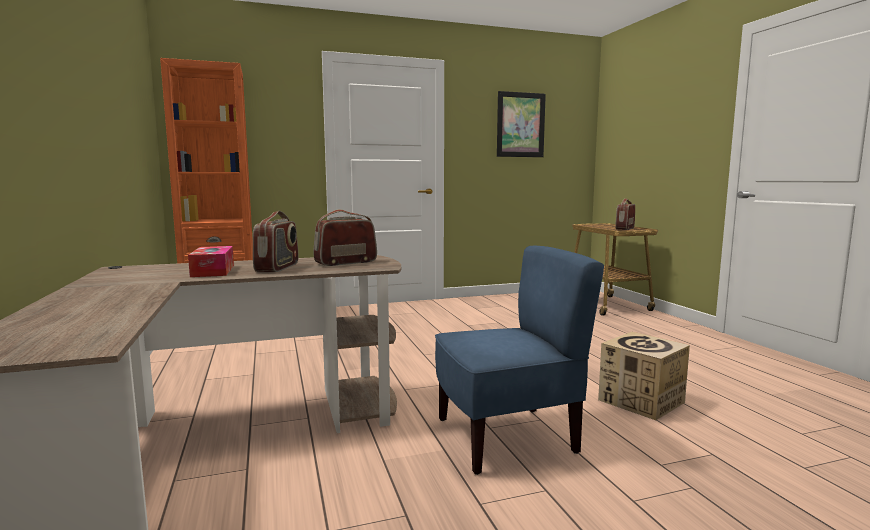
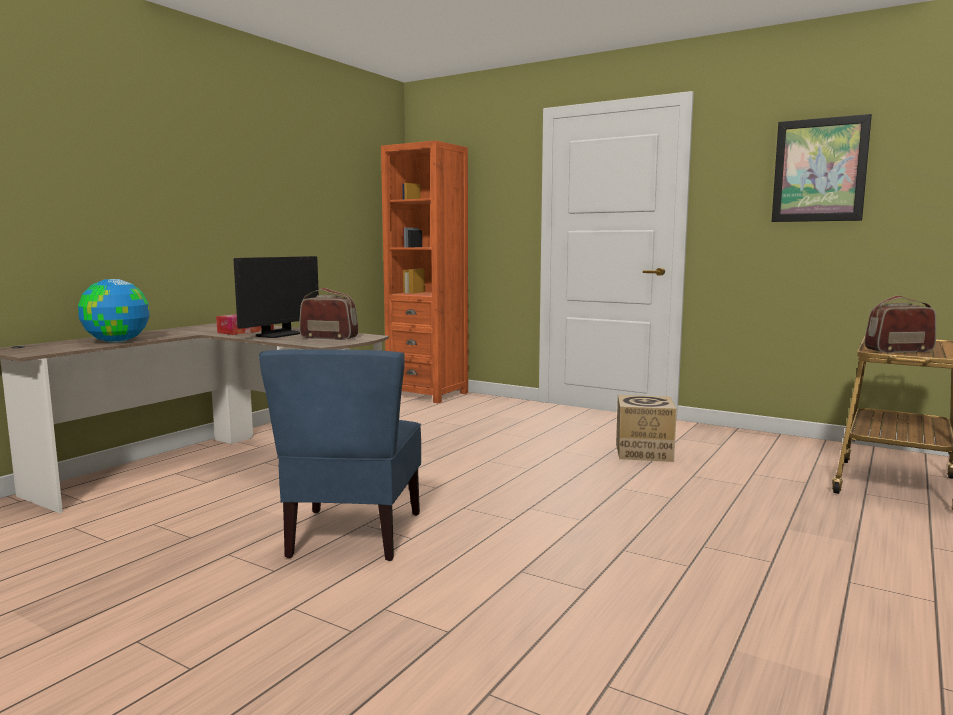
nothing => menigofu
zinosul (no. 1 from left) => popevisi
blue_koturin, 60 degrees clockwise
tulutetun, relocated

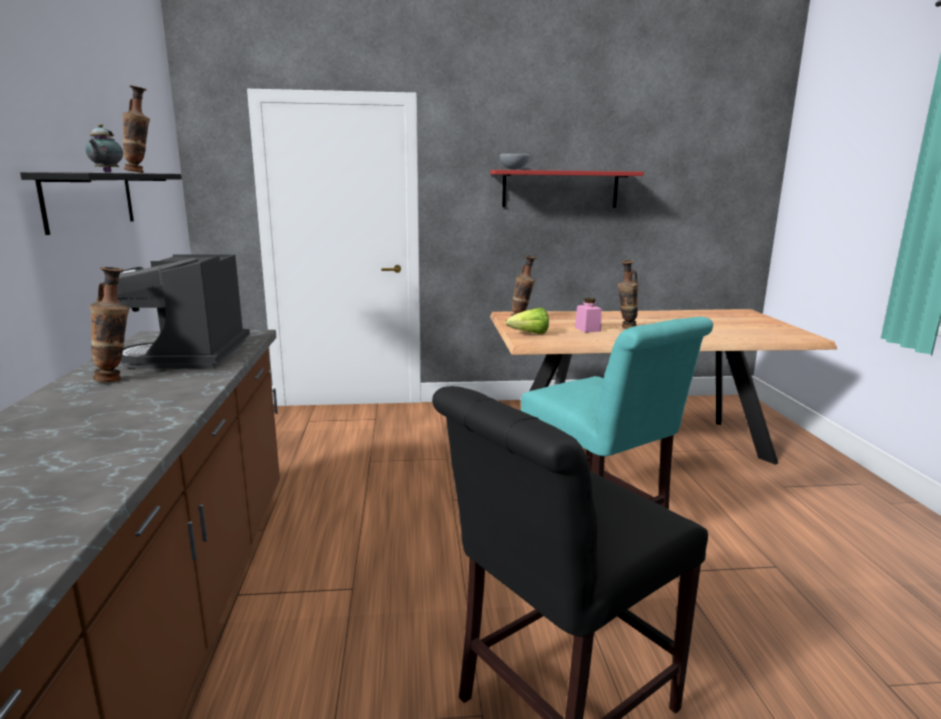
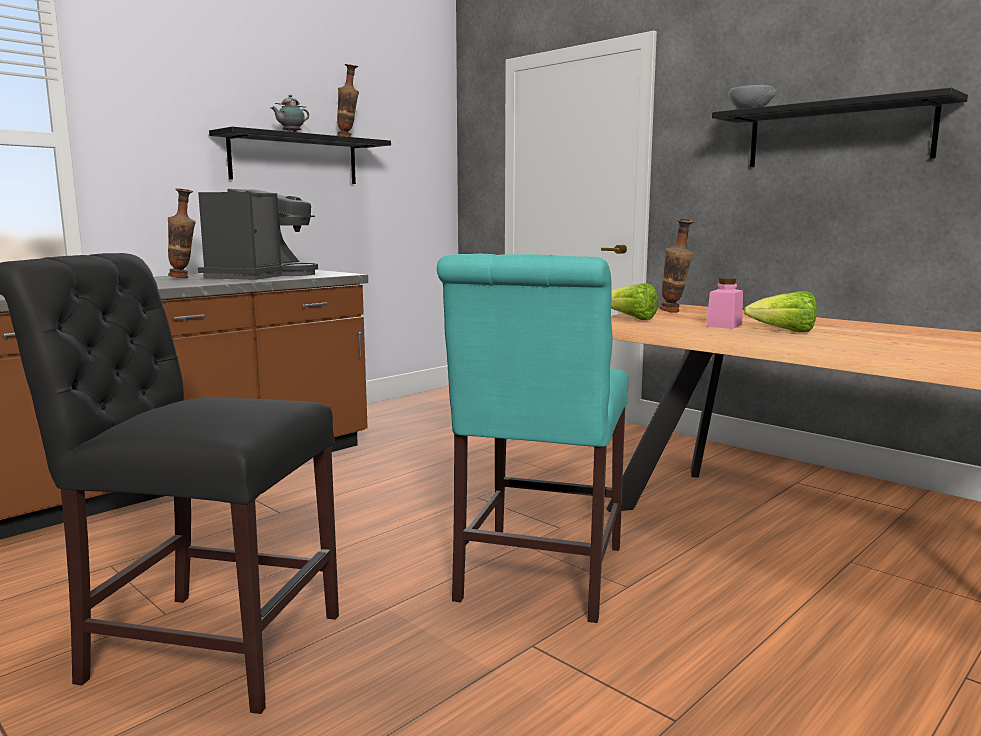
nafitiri, 150 degrees clockwise
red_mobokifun => black_mobokifun (no. 2 from left)
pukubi (no. 4 from left) => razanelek (no. 2 from left)

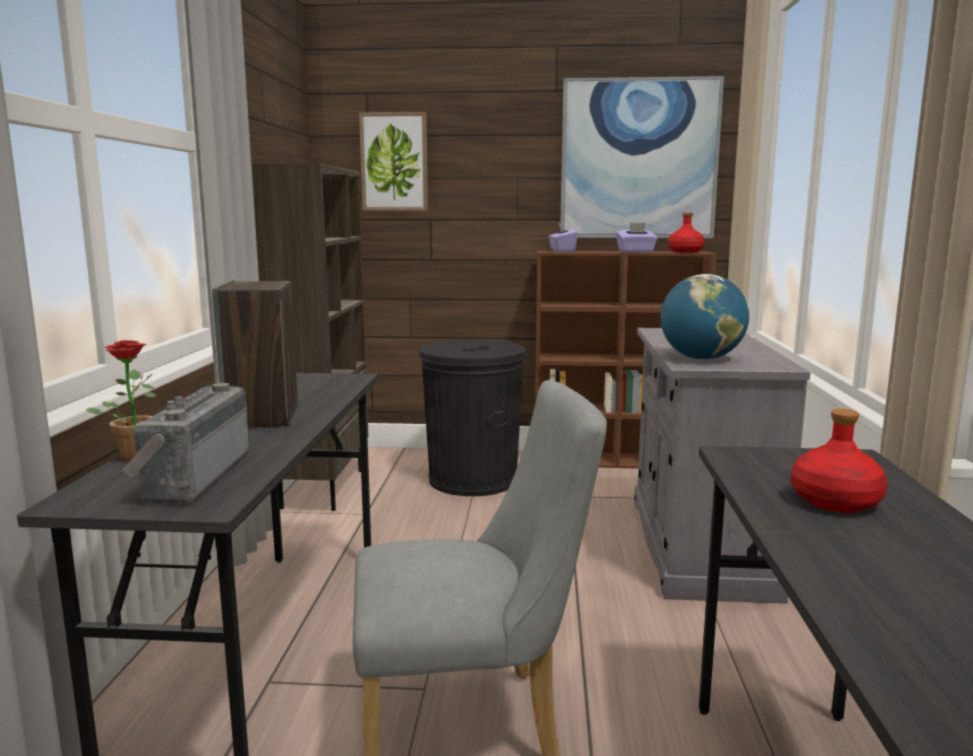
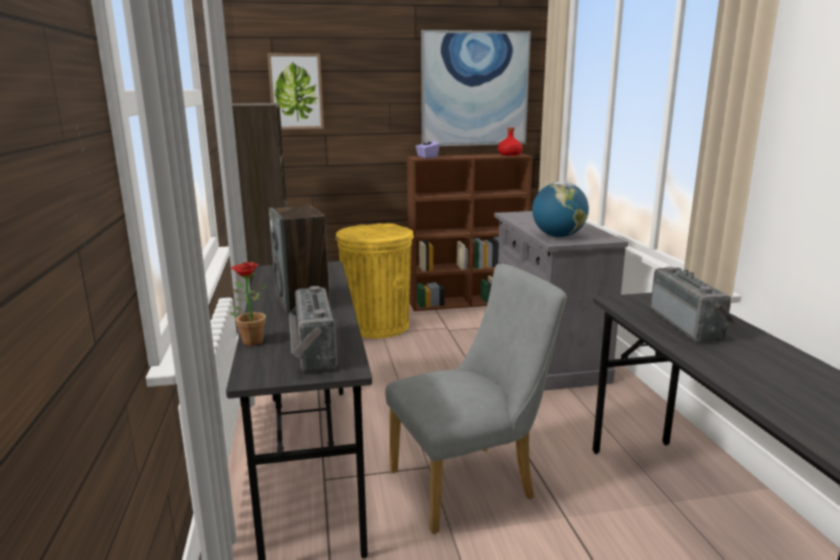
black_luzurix => yellow_luzurix
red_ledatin (no. 2 from left) => zinosul (no. 2 from left)
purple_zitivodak (no. 2 from left) => nothing

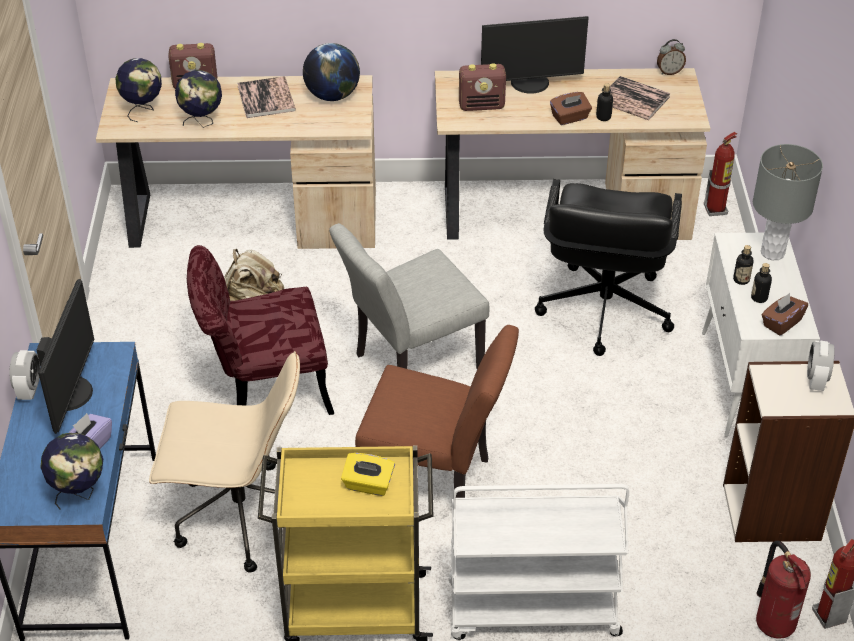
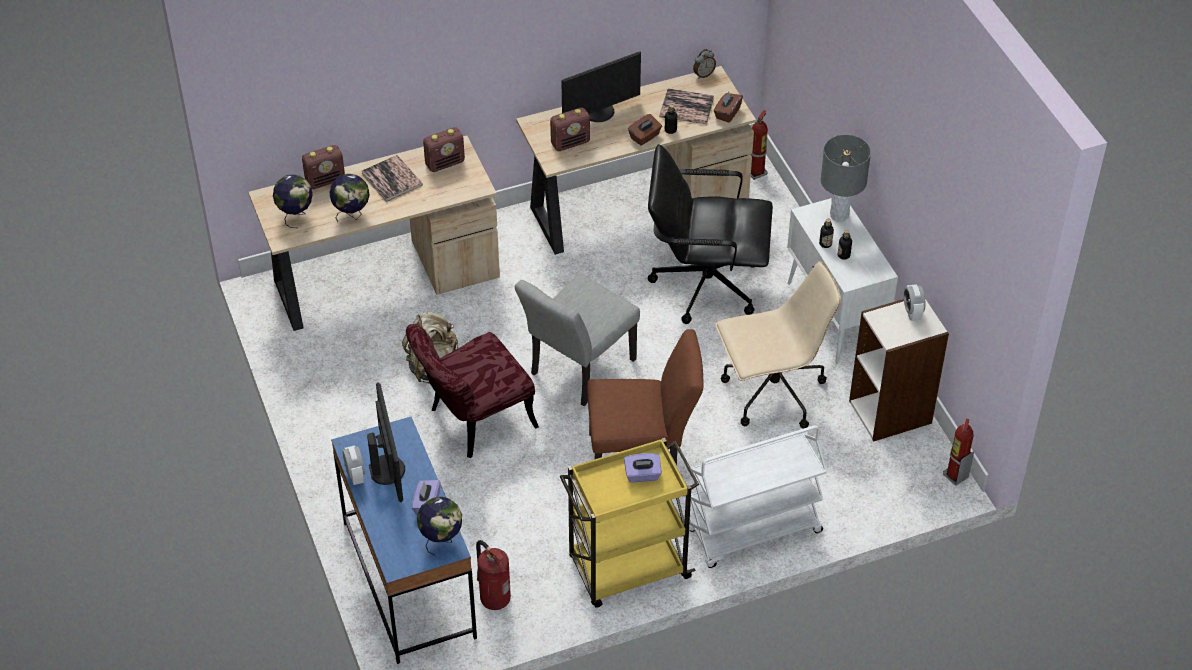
menigofu (no. 4 from left) => zinosul (no. 2 from left)
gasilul (no. 2 from left in the first image) => gasilul (no. 1 from left), relocated
yellow_zitivodak => purple_zitivodak (no. 2 from left)
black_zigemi, 105 degrees clockwise
brown_zitivodak (no. 2 from left), relocated
beige_zigemi, relocated

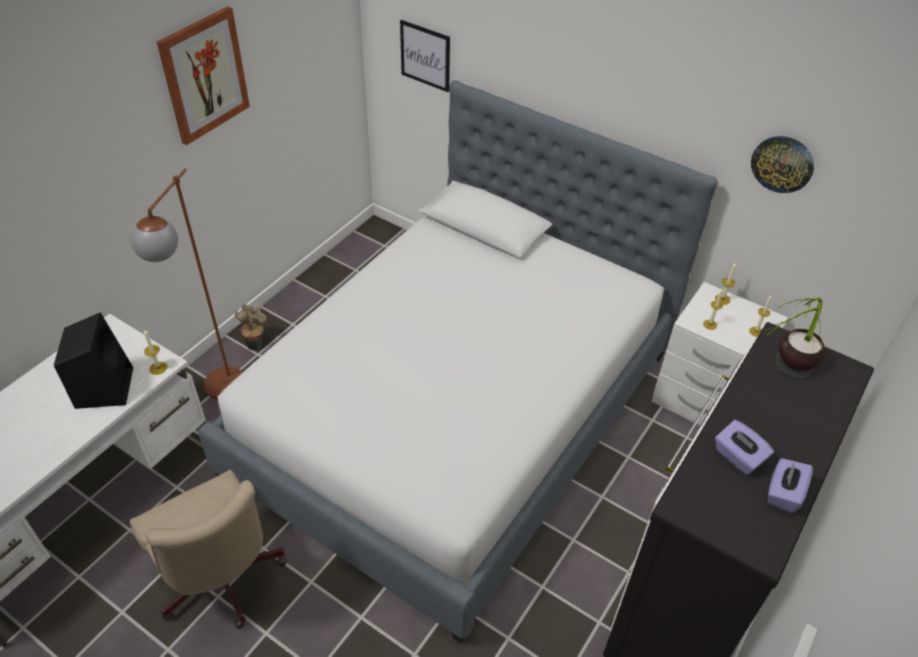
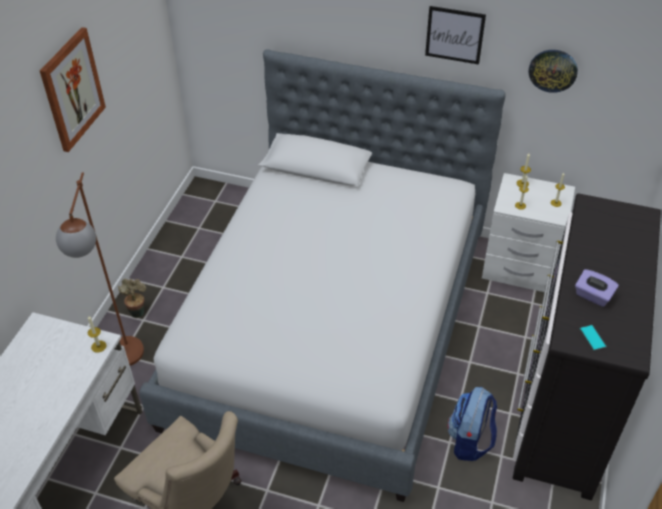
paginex (no. 2 from left), relocated
nothing => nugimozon
nothing => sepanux
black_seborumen => nothing
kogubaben (no. 2 from left) => nothing
purple_zitivodak (no. 2 from left) => nothing

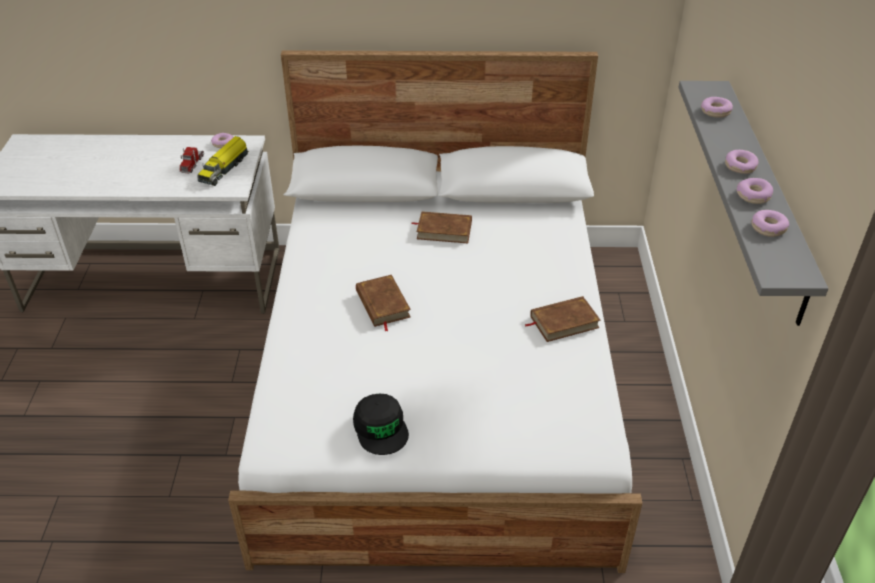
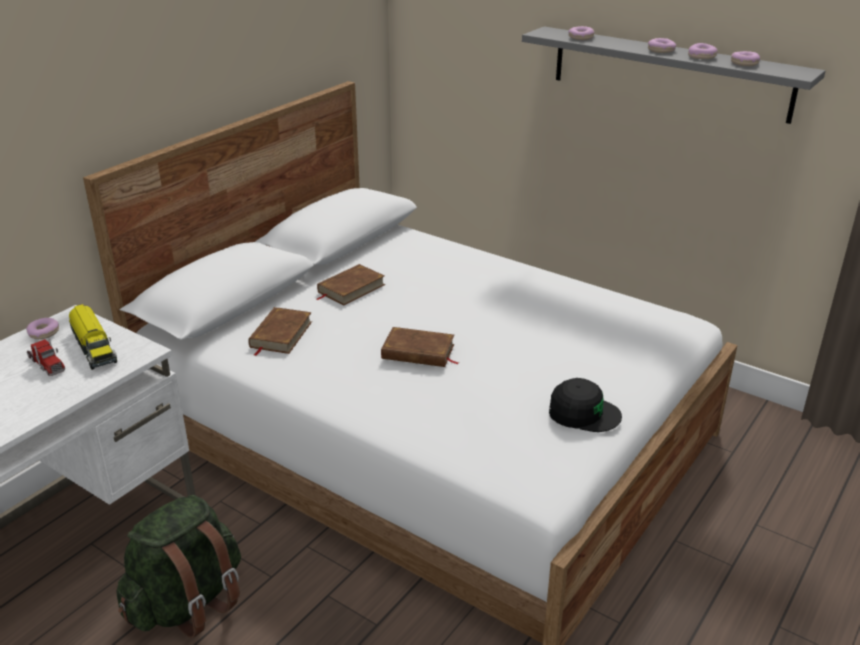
nothing => green_nugimozon
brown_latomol (no. 3 from left in the first image) => brown_latomol (no. 1 from left), relocated

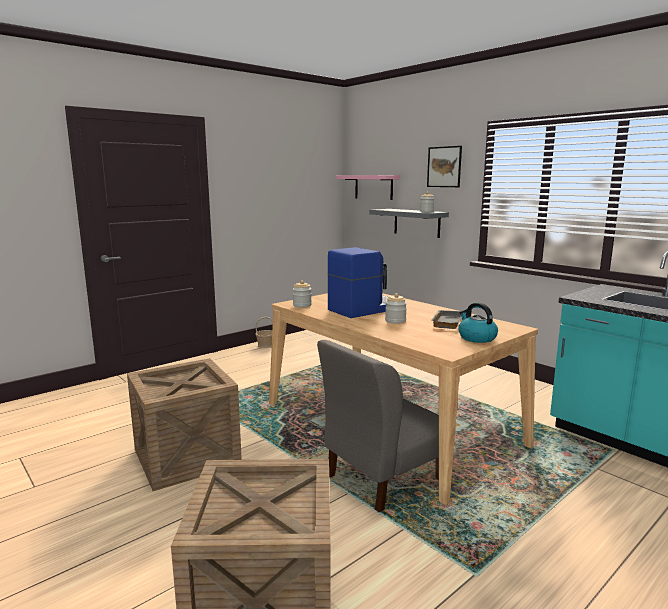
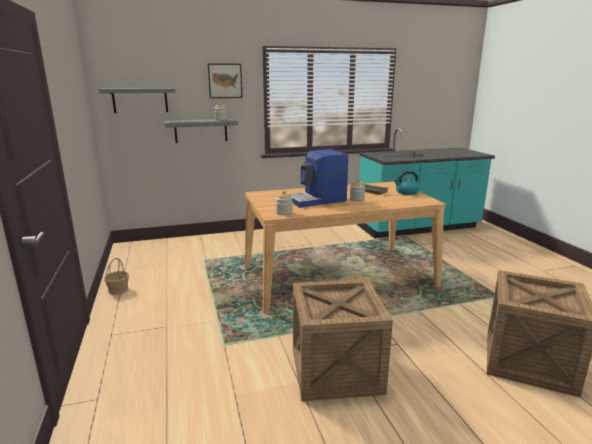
pink_mobokifun => grey_mobokifun (no. 1 from left)
nafitiri, 105 degrees counterclockwise
grey_koturin => nothing

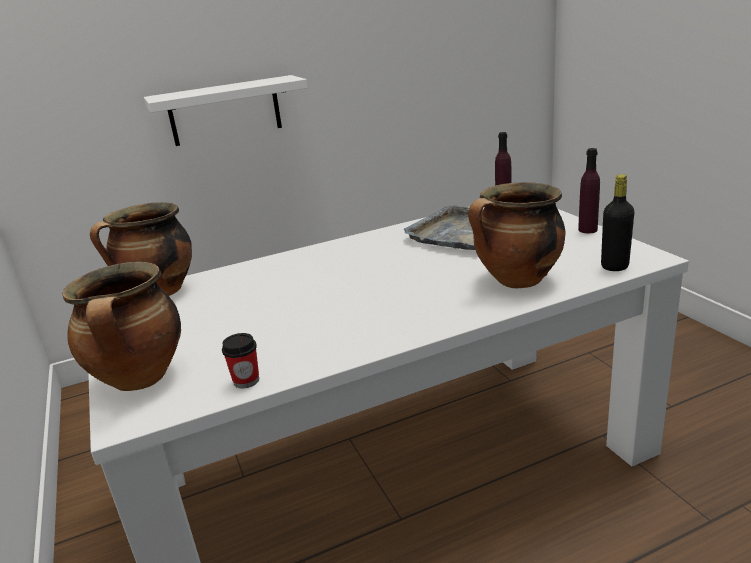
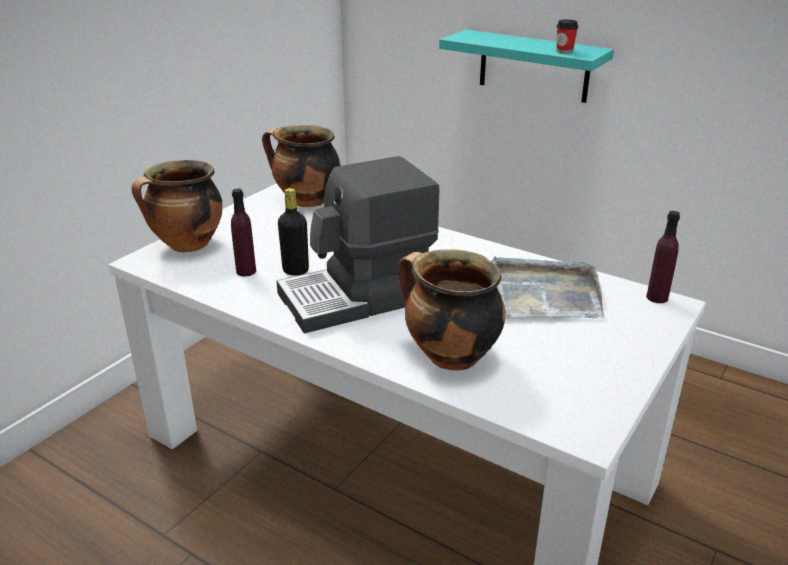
purple_ledatin (no. 2 from left in the first image) => purple_ledatin (no. 1 from left), relocated
nothing => nafitiri
black_ledatin, relocated
white_mobokifun => turquoise_mobokifun
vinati, relocated

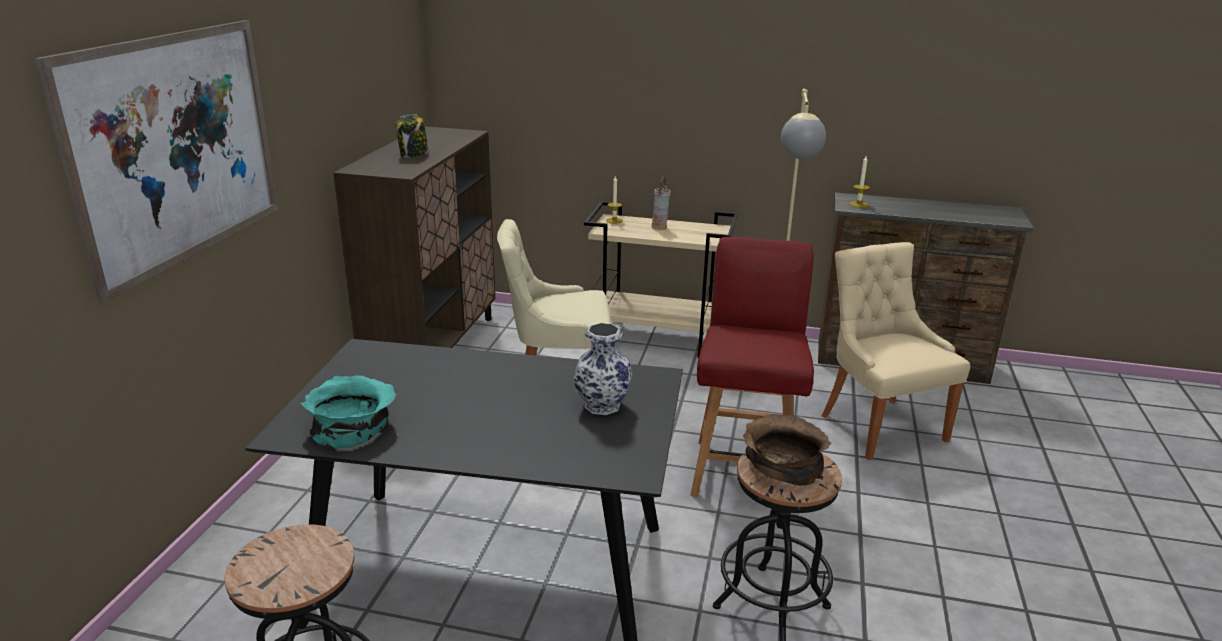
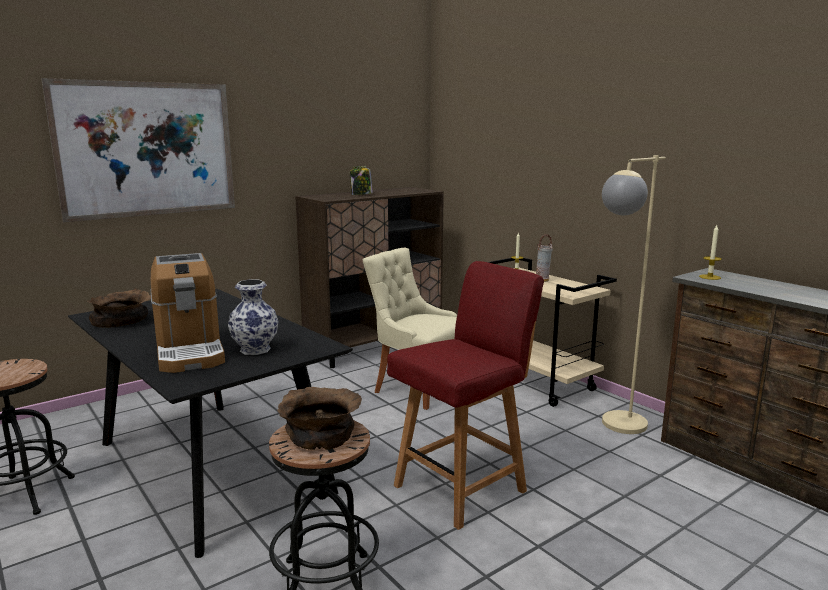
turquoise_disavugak => brown_disavugak (no. 1 from left)
nothing => nafitiri
beige_koturin (no. 2 from left) => nothing

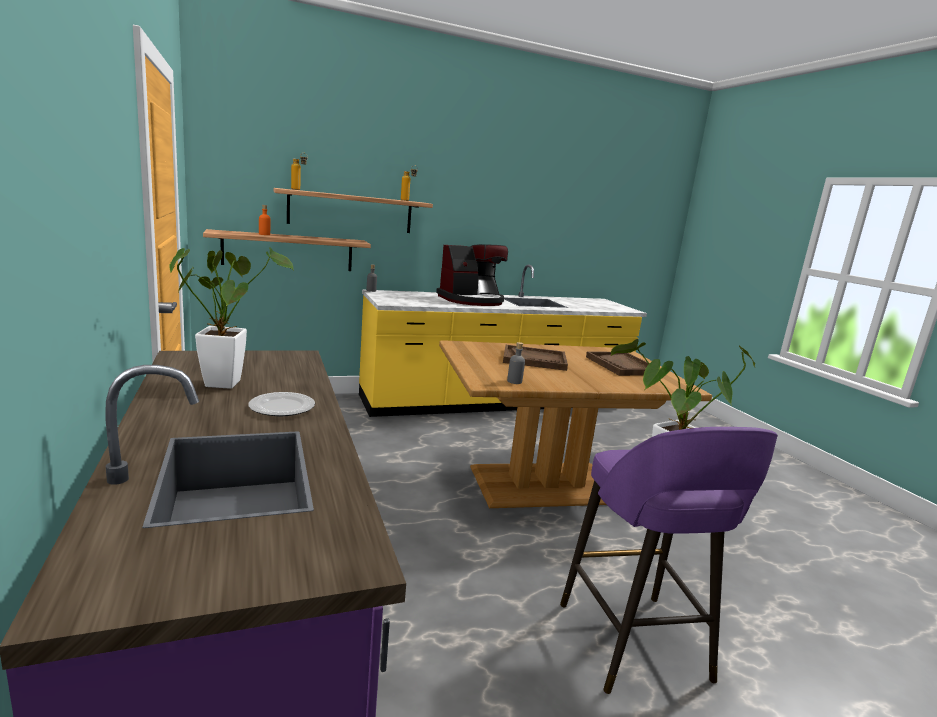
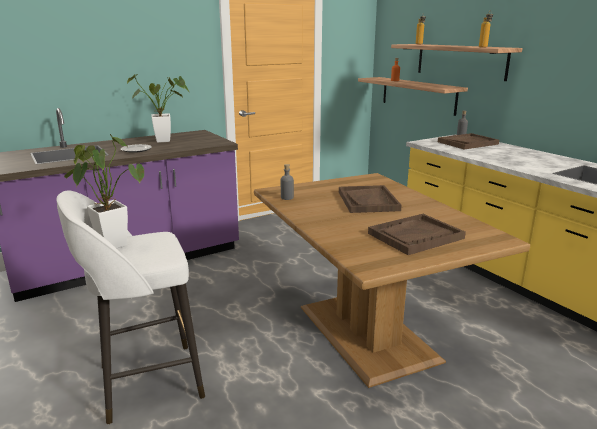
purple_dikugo => white_dikugo
nothing => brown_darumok (no. 3 from left)
nafitiri => nothing

